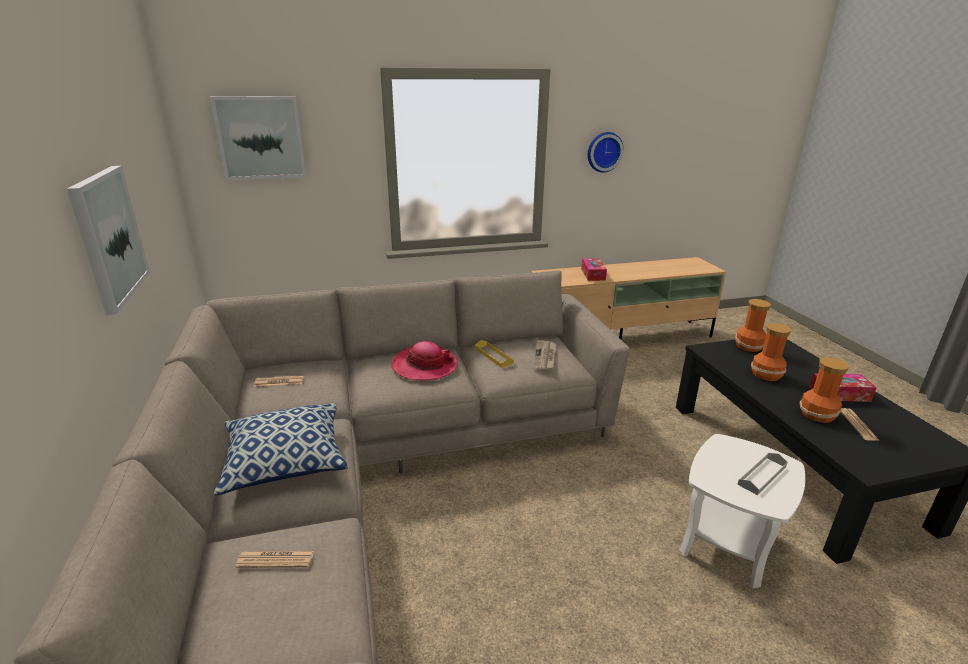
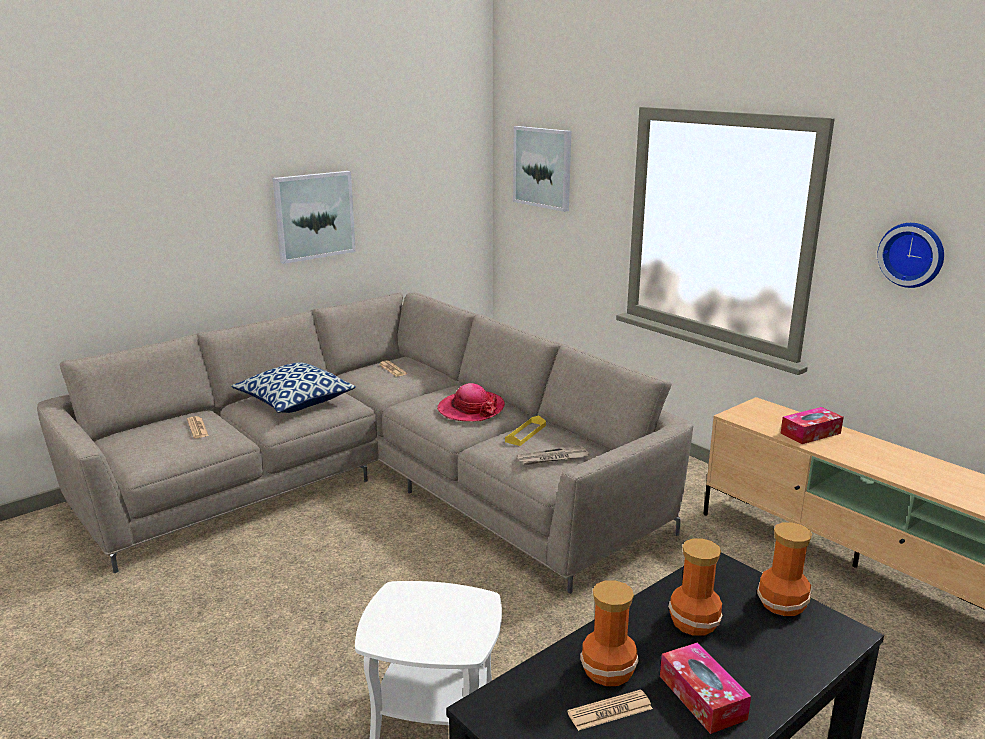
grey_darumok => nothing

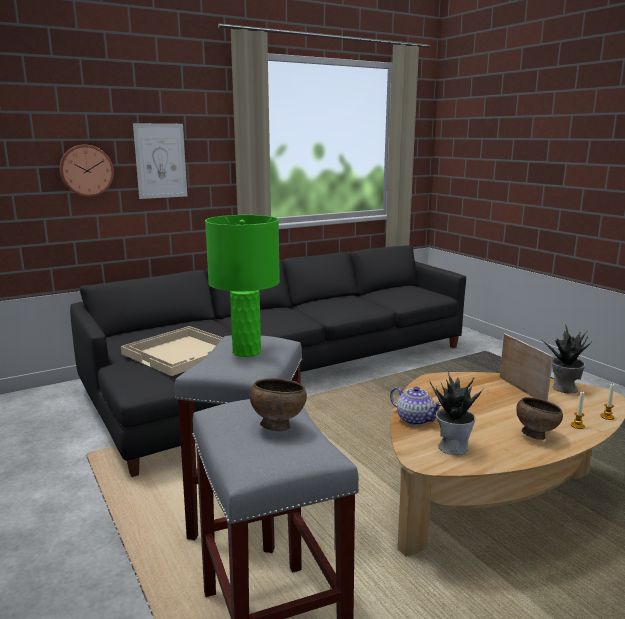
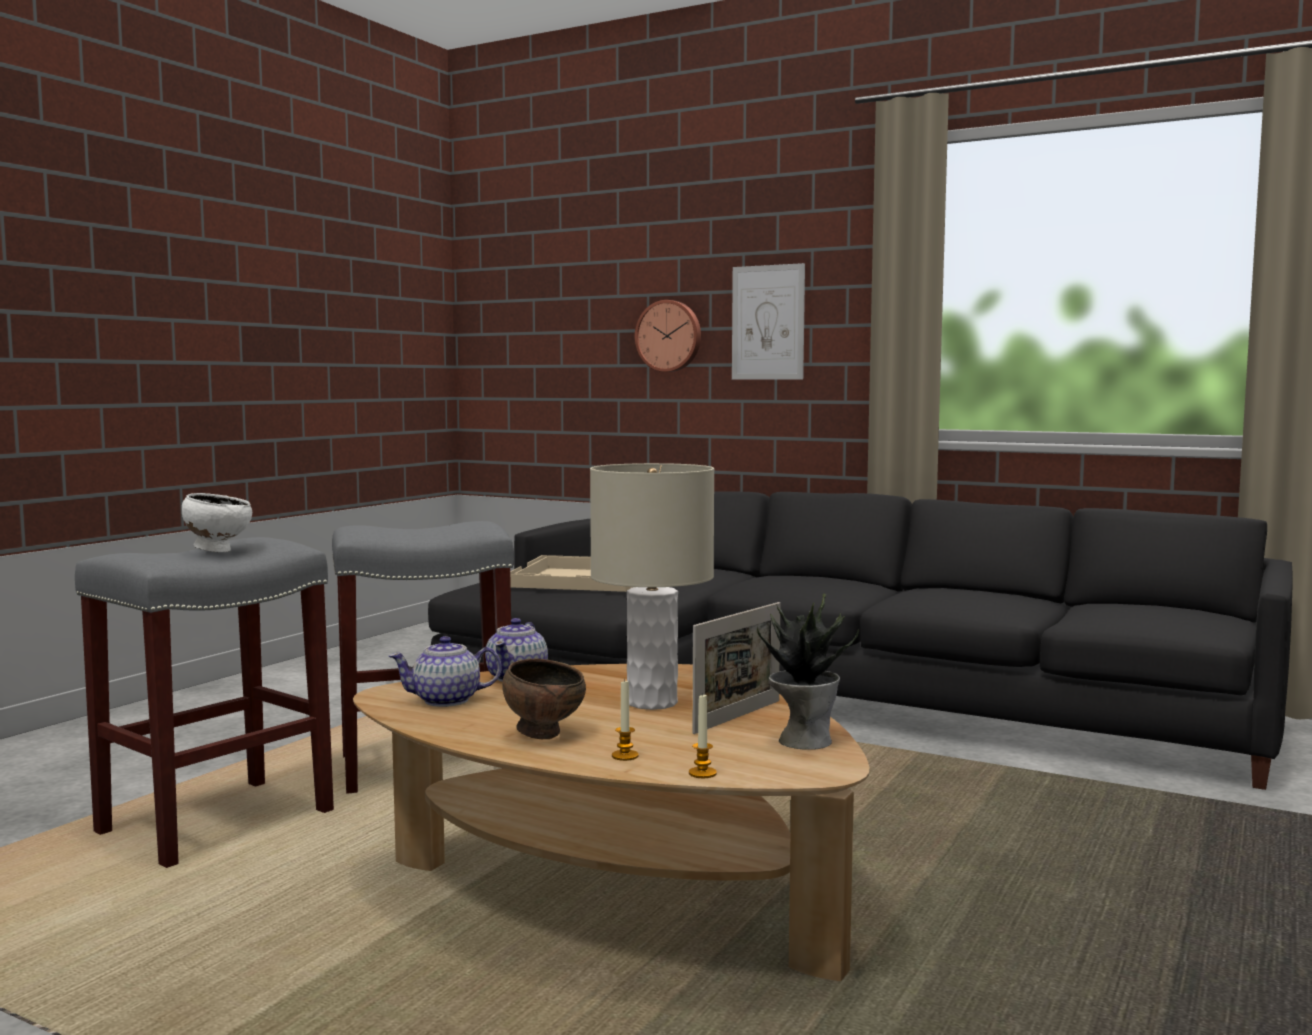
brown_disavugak (no. 1 from left) => white_disavugak
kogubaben (no. 1 from left) => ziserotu (no. 1 from left)
nothing => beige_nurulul
green_nurulul => nothing

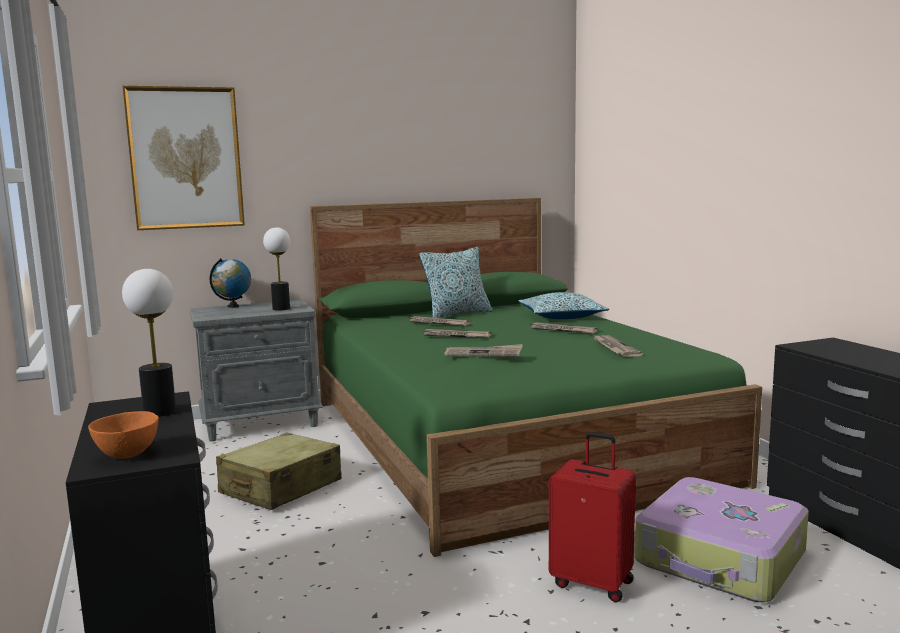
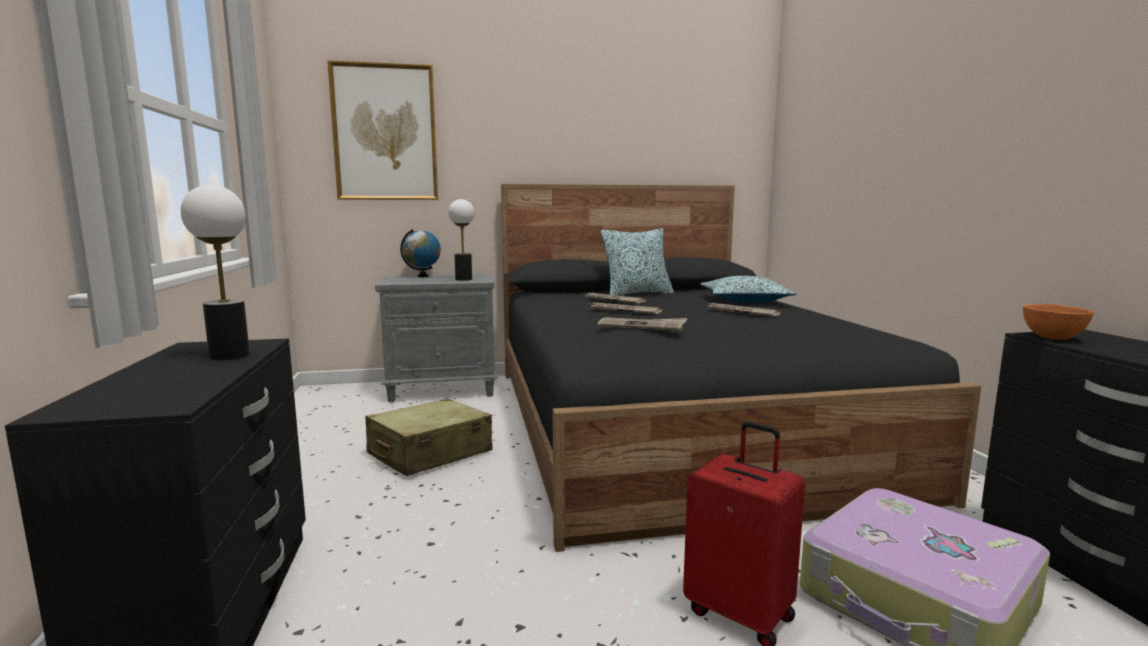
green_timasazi => black_timasazi
orange_disavugak, relocated
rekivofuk (no. 5 from left) => nothing

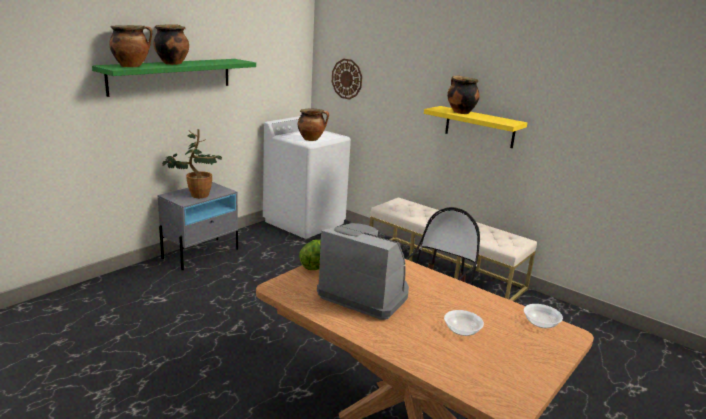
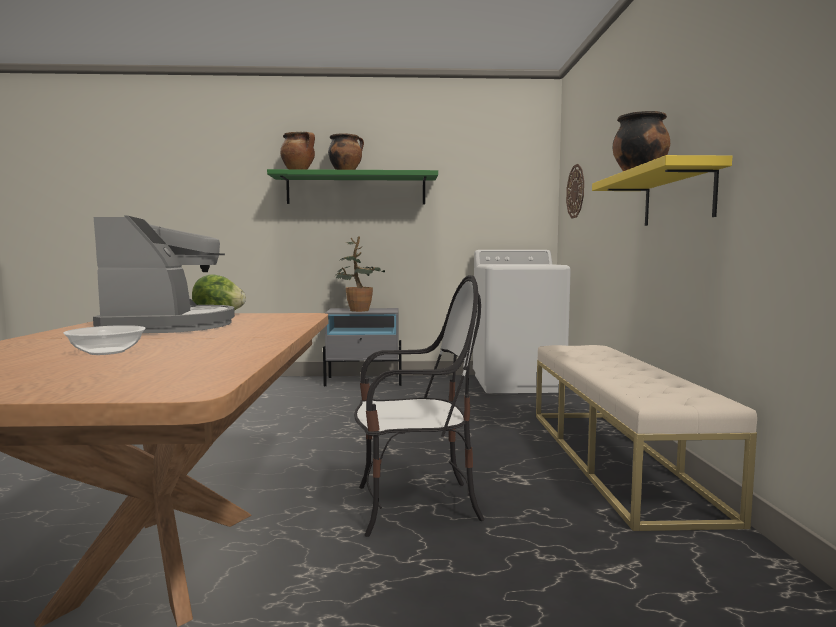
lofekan (no. 3 from left) => nothing
disavugak (no. 2 from left) => nothing

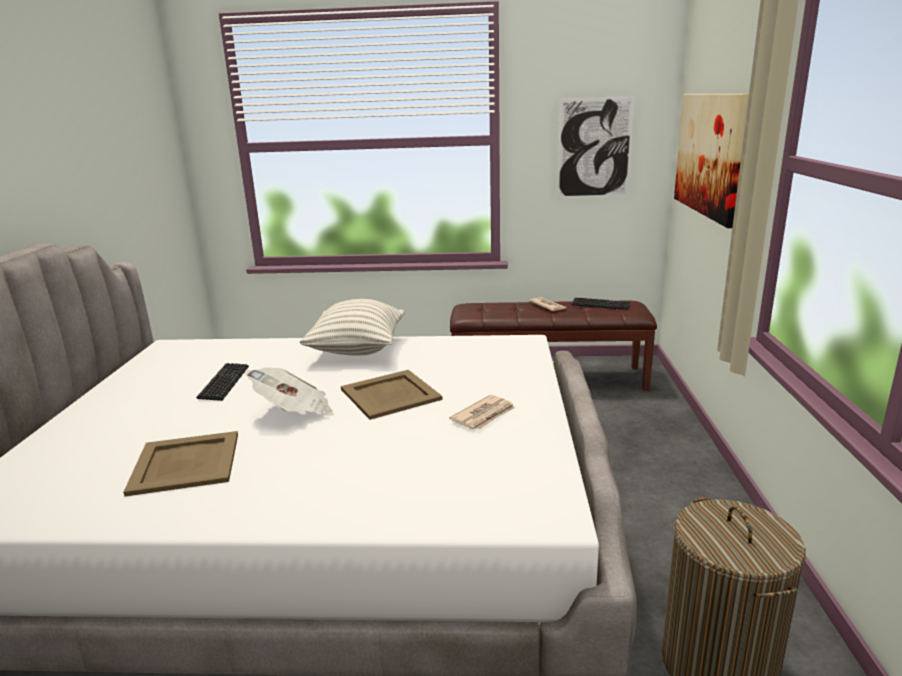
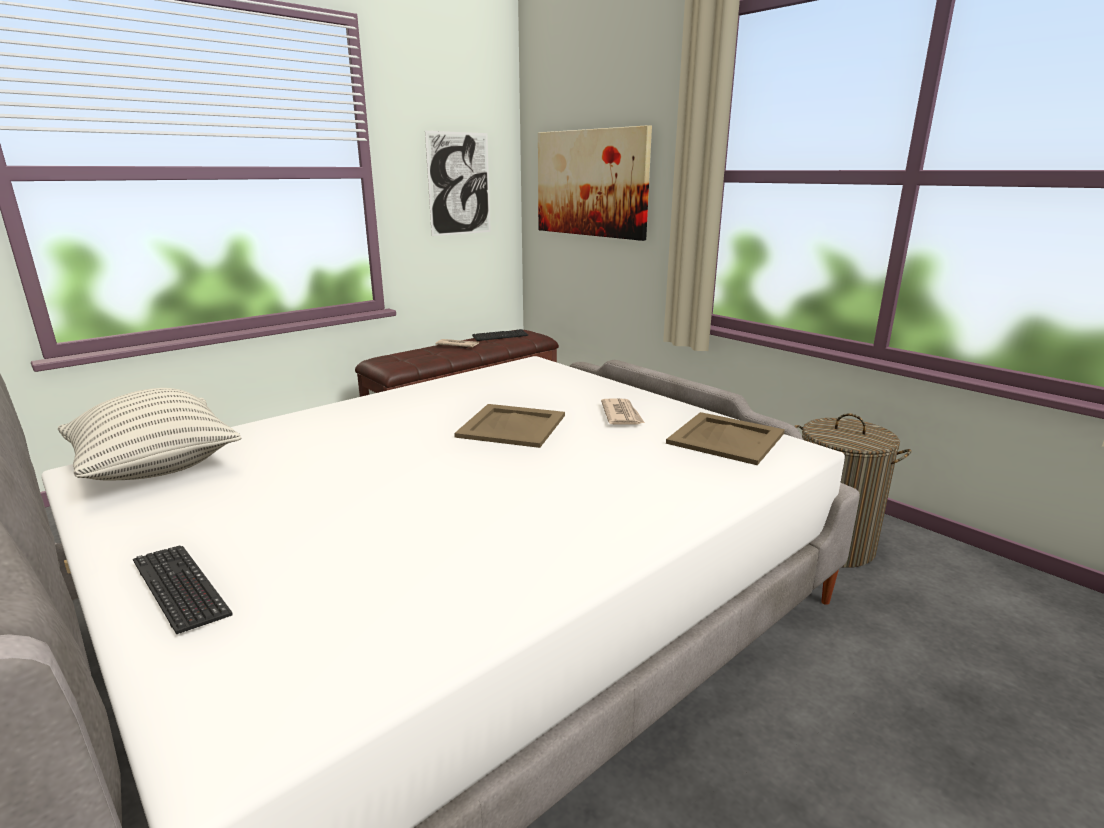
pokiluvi, relocated
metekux (no. 1 from left), relocated
beige_darumok (no. 1 from left in the first image) => beige_darumok (no. 2 from left), relocated
rekivofuk (no. 1 from left) => nothing

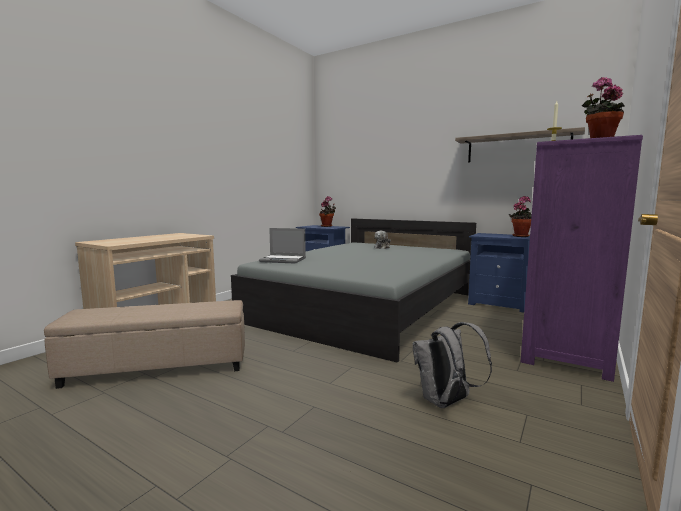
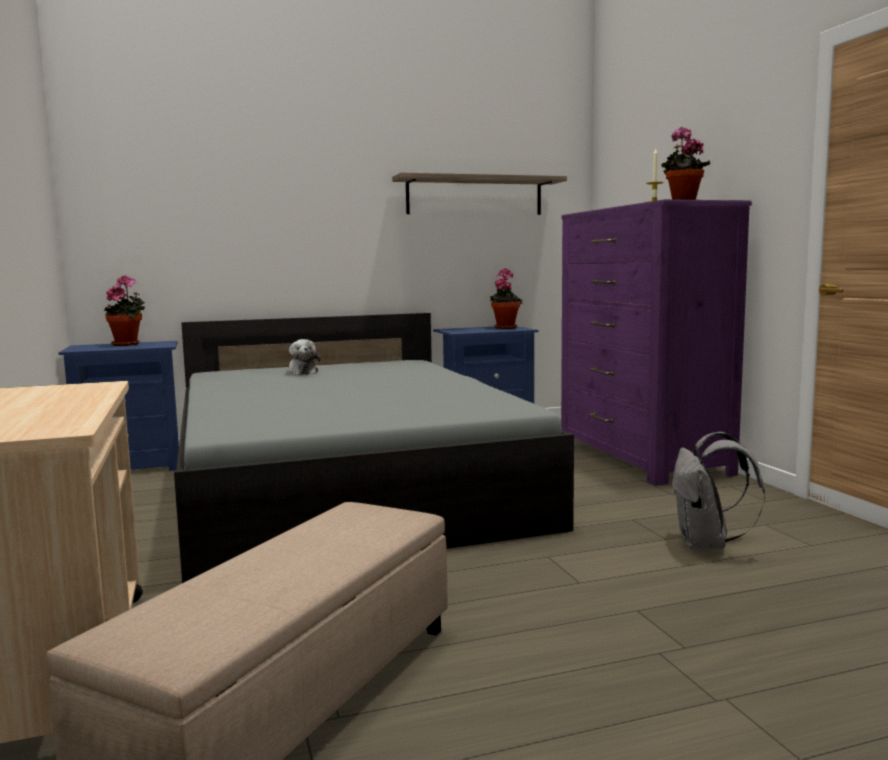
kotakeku => nothing

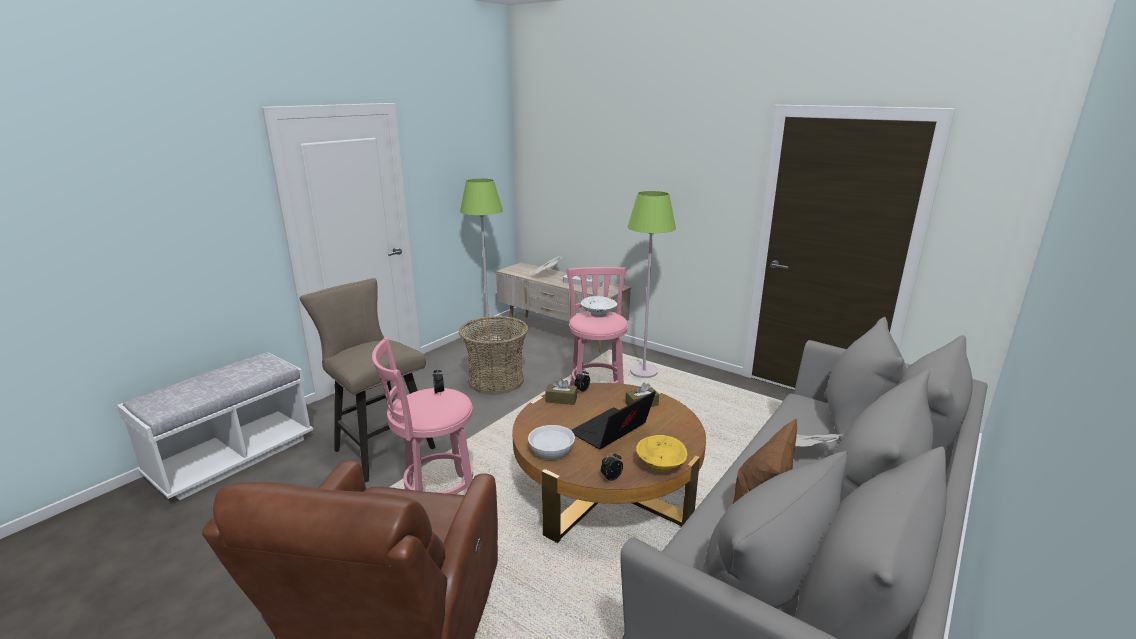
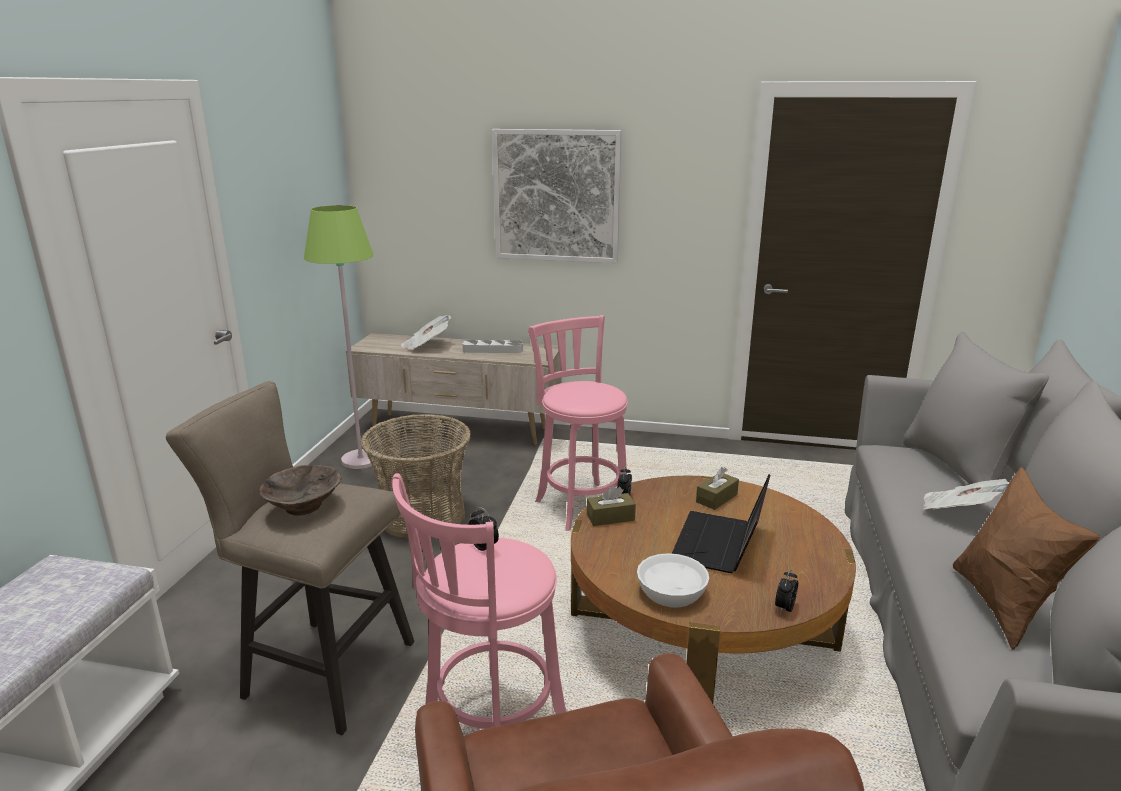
nothing => brown_disavugak
nothing => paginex
white_disavugak (no. 2 from left) => nothing
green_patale (no. 2 from left) => nothing
yellow_disavugak => nothing

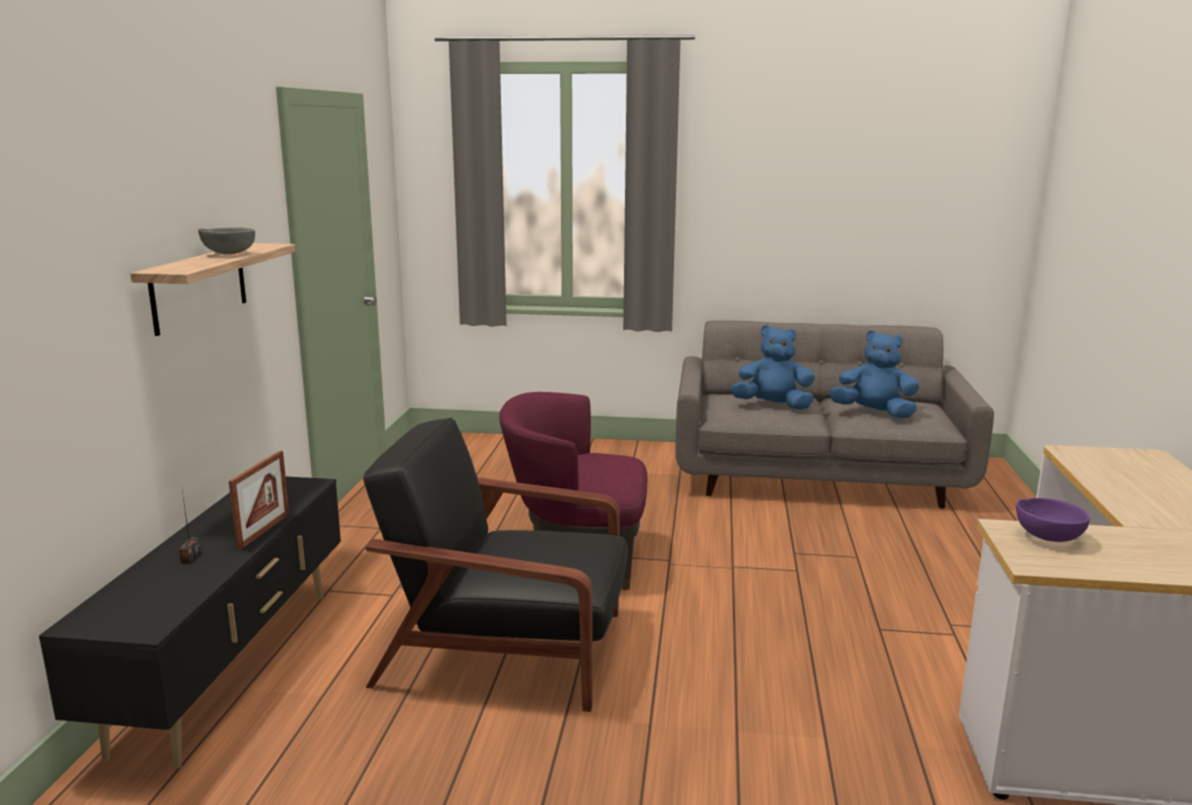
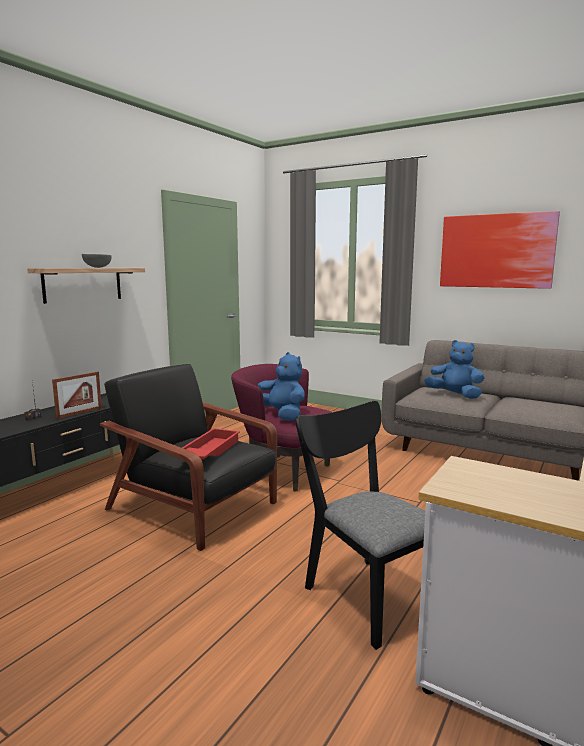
nothing => red_darumok
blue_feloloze (no. 2 from left in the first image) => blue_feloloze (no. 1 from left), relocated
nothing => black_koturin
nothing => paginex
purple_disavugak => nothing

